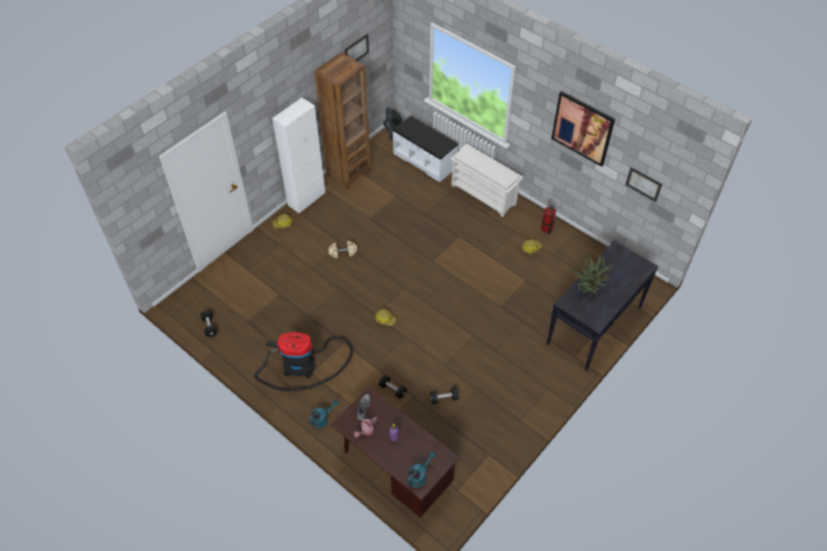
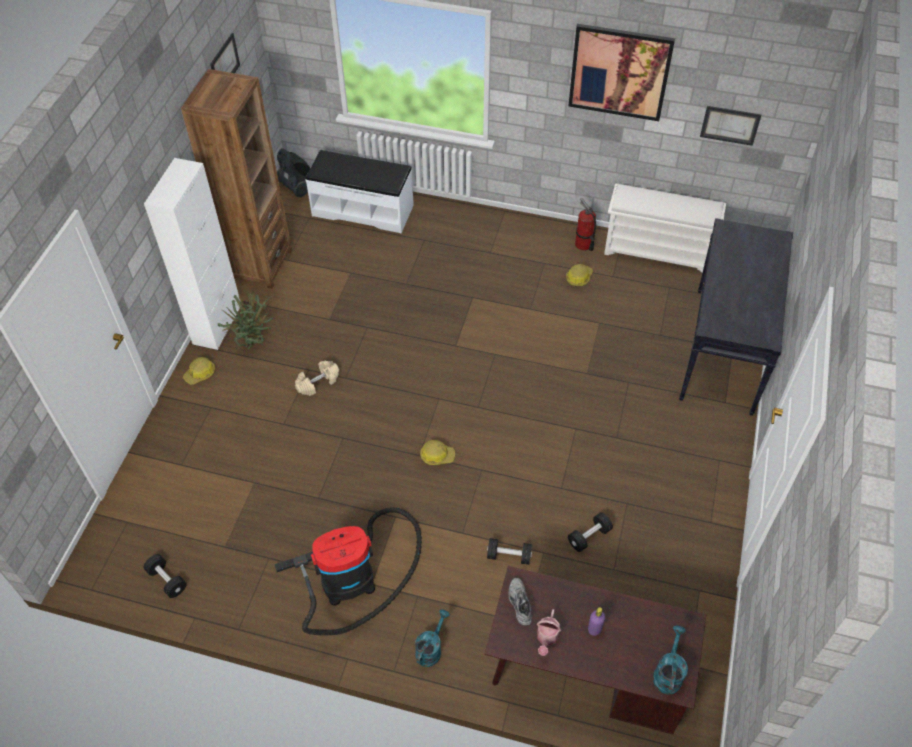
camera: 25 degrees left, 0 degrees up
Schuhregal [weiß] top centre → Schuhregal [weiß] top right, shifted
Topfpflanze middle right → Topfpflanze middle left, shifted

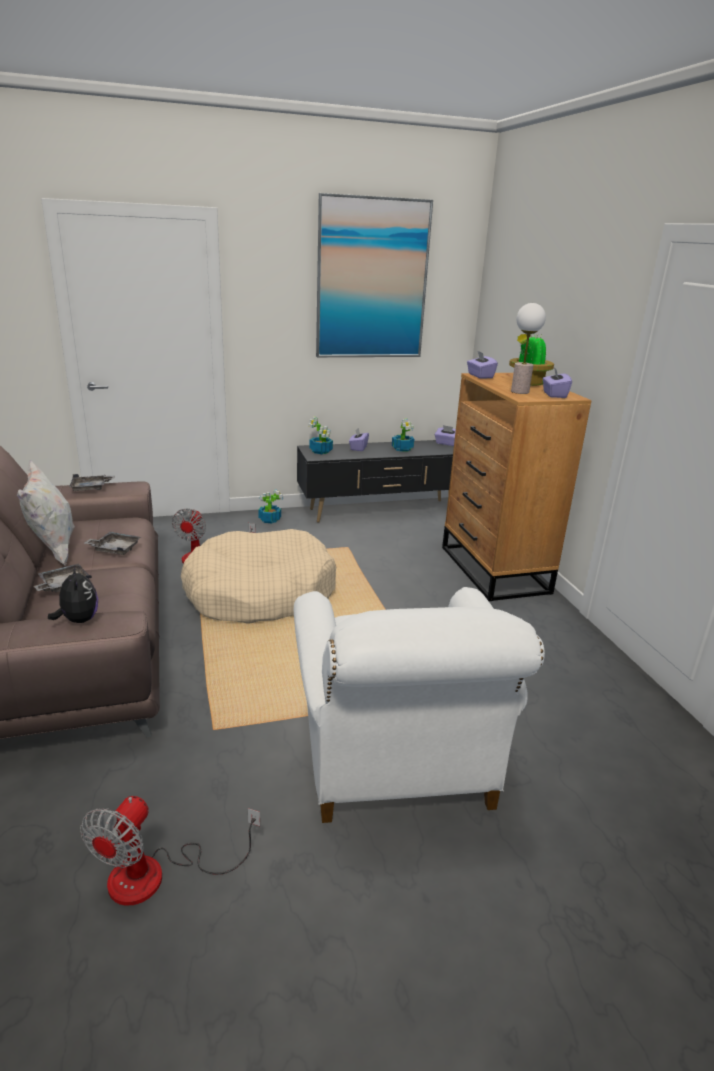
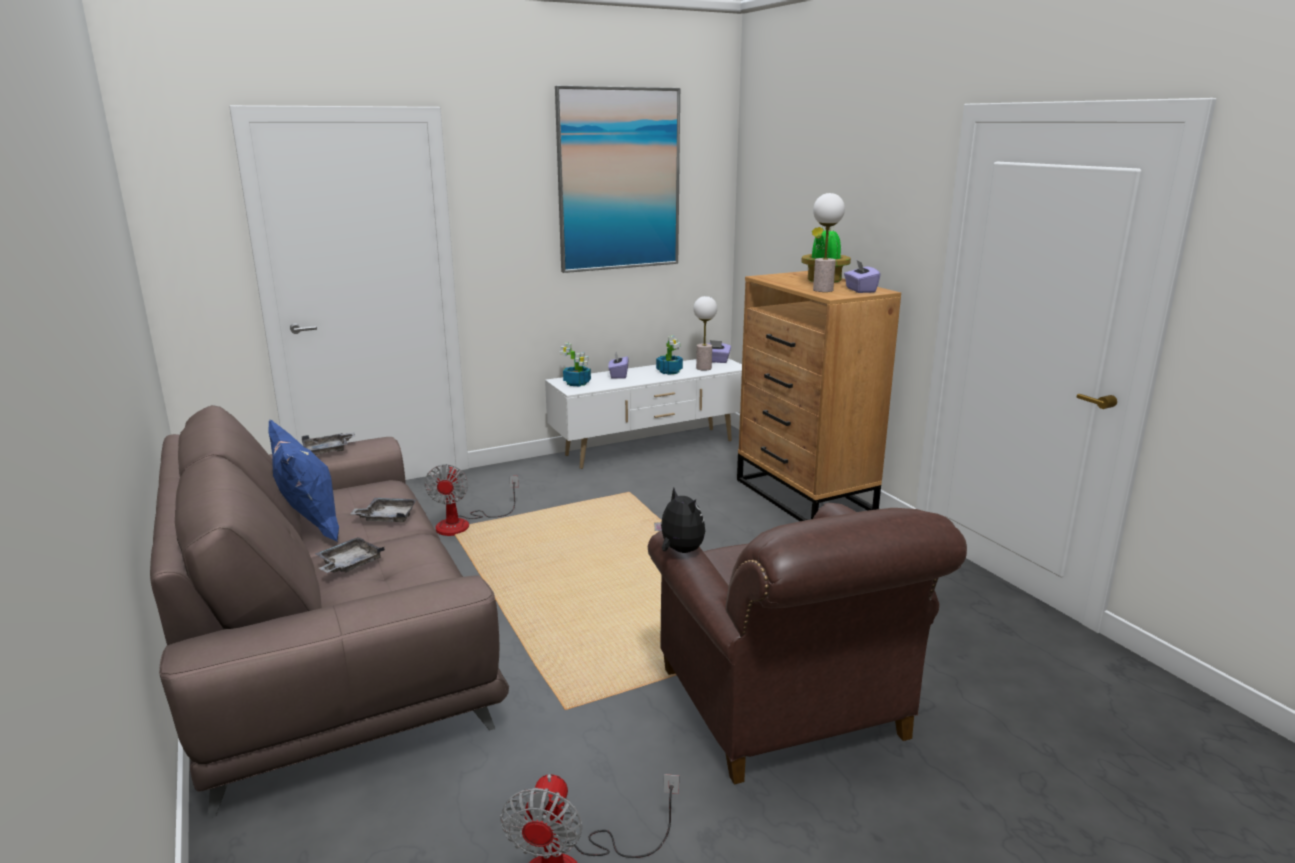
camera: 10 degrees left, 5 degrees down
Hundebett [beige] centre → -
Topfpflanze (no. 1 from left) centre → -
Taschentuchbox [lila] (no. 3 from left) middle right → -
- → Tischlampe (no. 1 from left) centre
Plüschtier middle left → Plüschtier centre, shifted
Kissen [weiß] middle left → Kissen [blau] middle left
Sessel [weiß] centre → Sessel [braun] bottom centre
Fernsehschrank [schwarz] centre → Fernsehschrank [weiß] centre

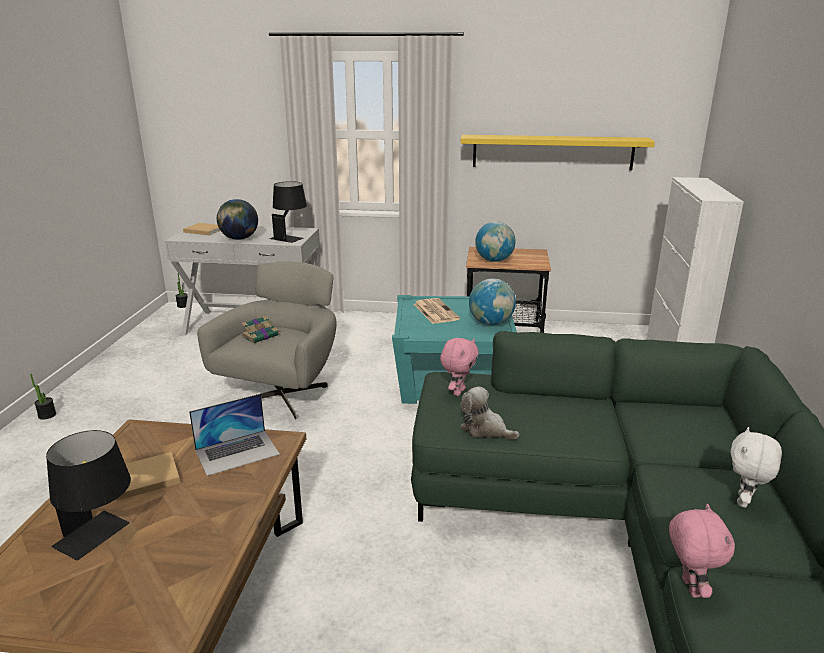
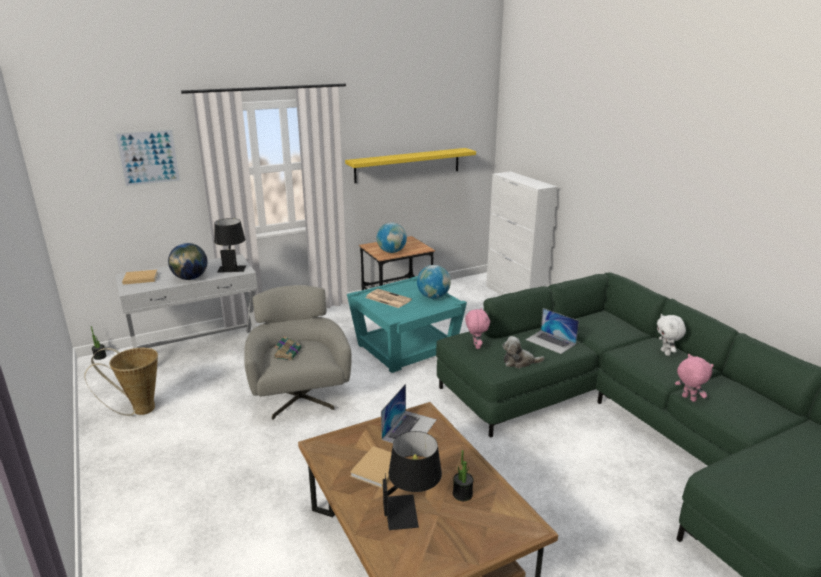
camera: 35 degrees left, 0 degrees up
- → Korb middle left
- → Bild top left
- → Laptop (no. 2 from left) middle right
Topfpflanze (no. 1 from left in the first image) middle left → Topfpflanze (no. 2 from left) bottom centre, shifted

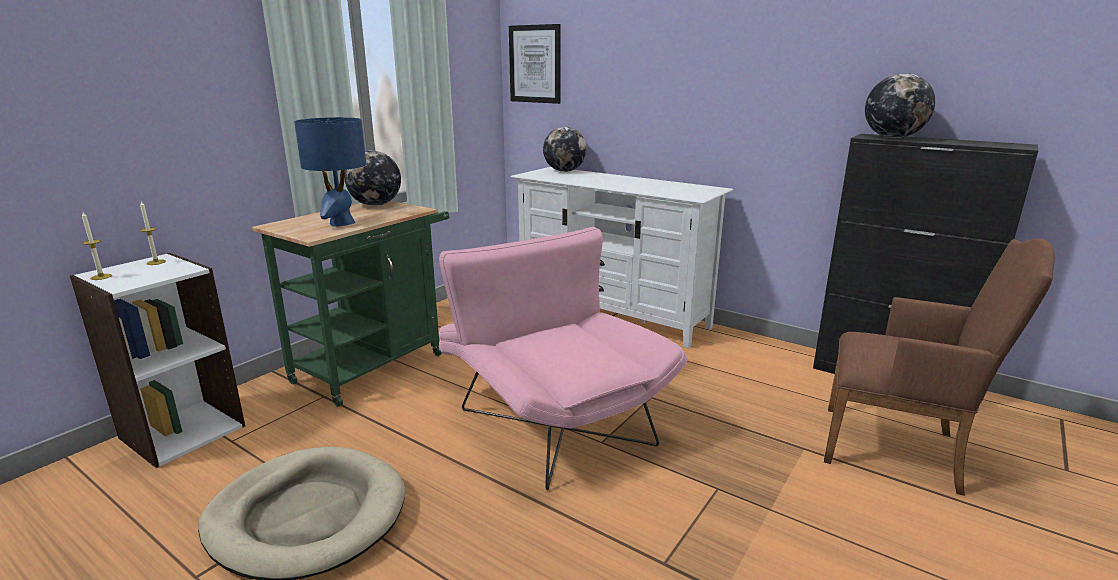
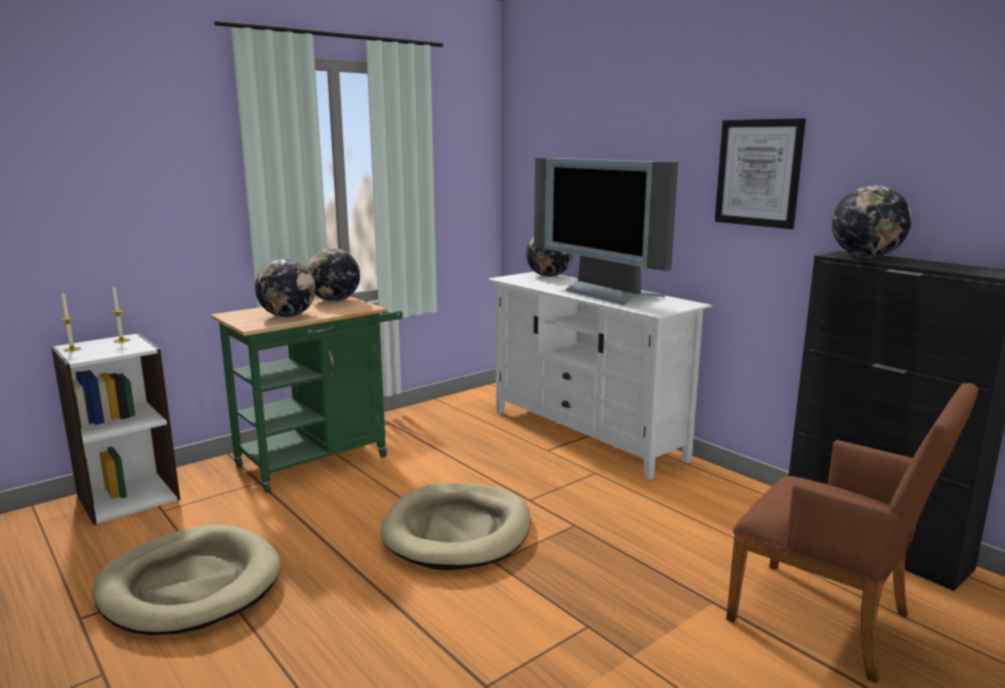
camera: 15 degrees right, 5 degrees down
- → Fernseher centre
Bild top centre → Bild top right, shifted
Tischlampe [blau] top left → Globus (no. 1 from left) middle left
Sessel [rosa] centre → Hundebett [beige] (no. 2 from left) bottom centre

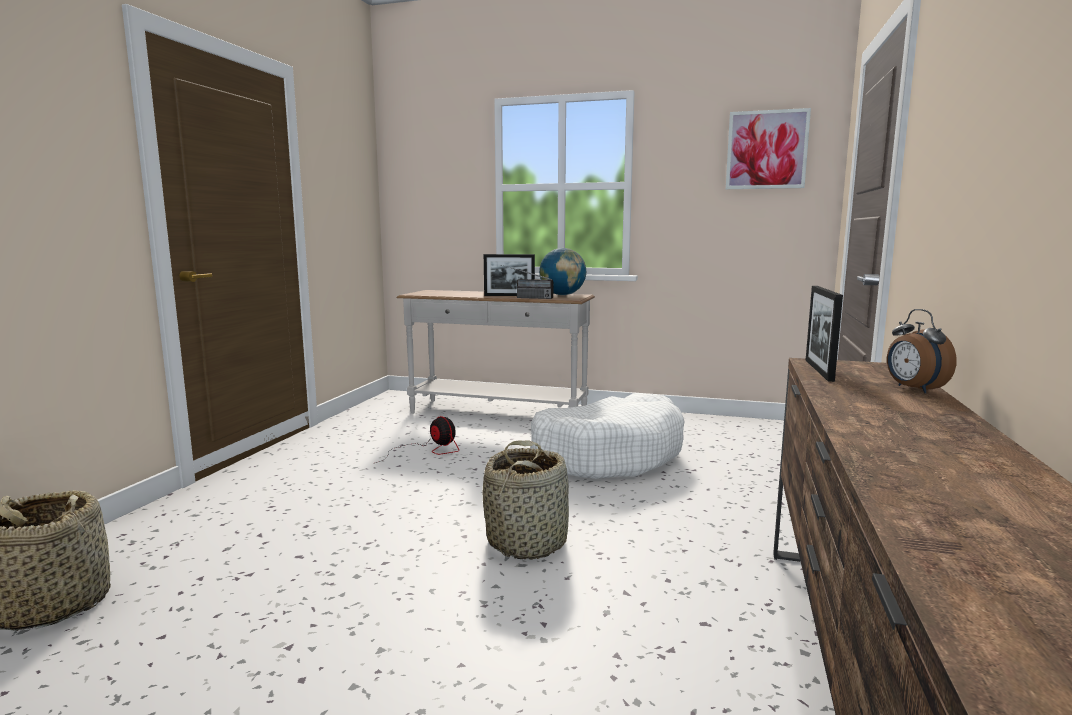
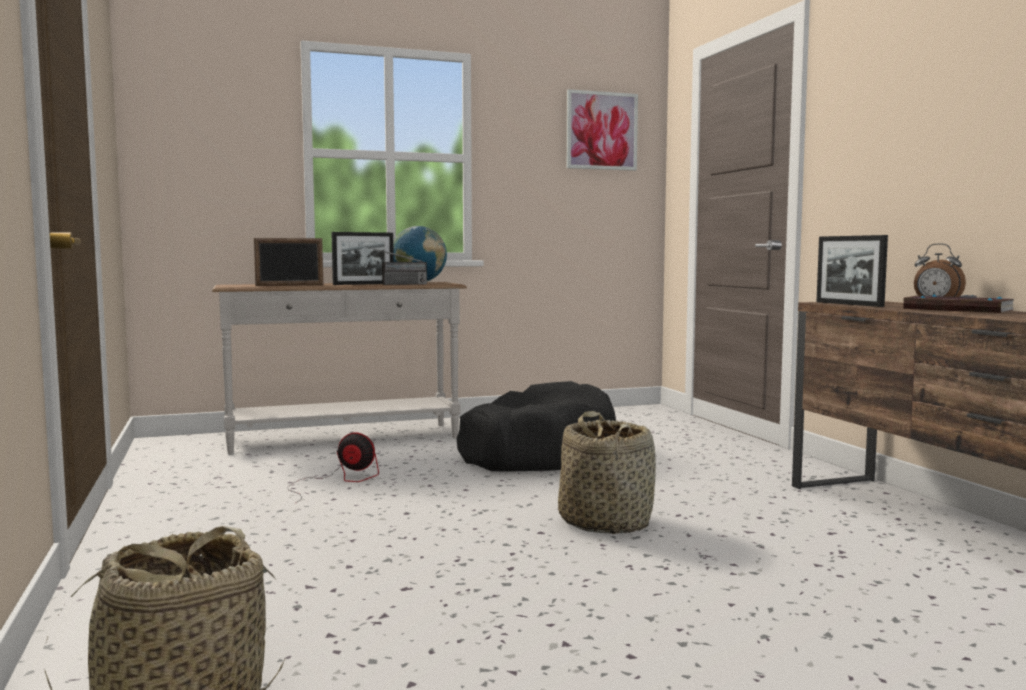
camera: 35 degrees left, 5 degrees down
- → Bilderrahmen (no. 1 from left) middle left
- → Buch middle right
Hundebett [weiß] centre → Hundebett [schwarz] centre

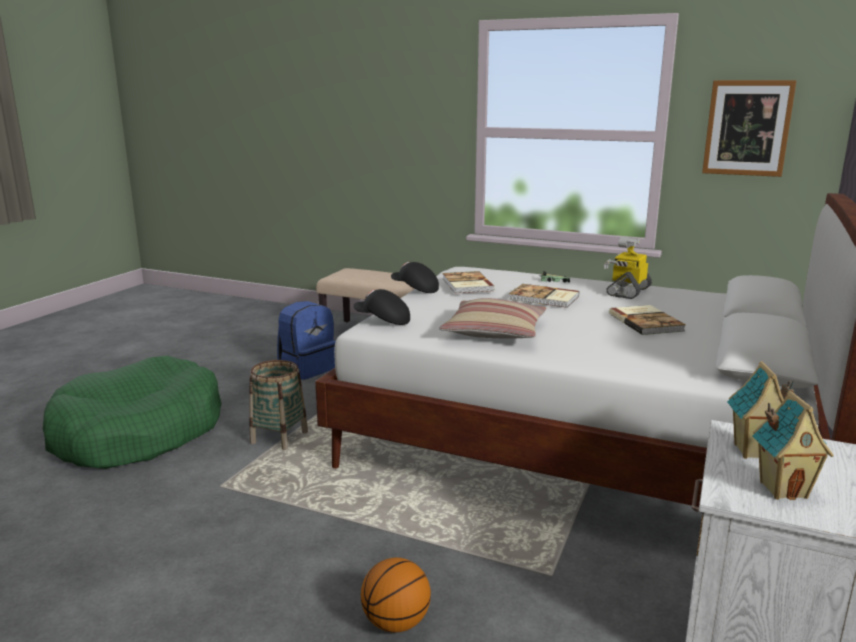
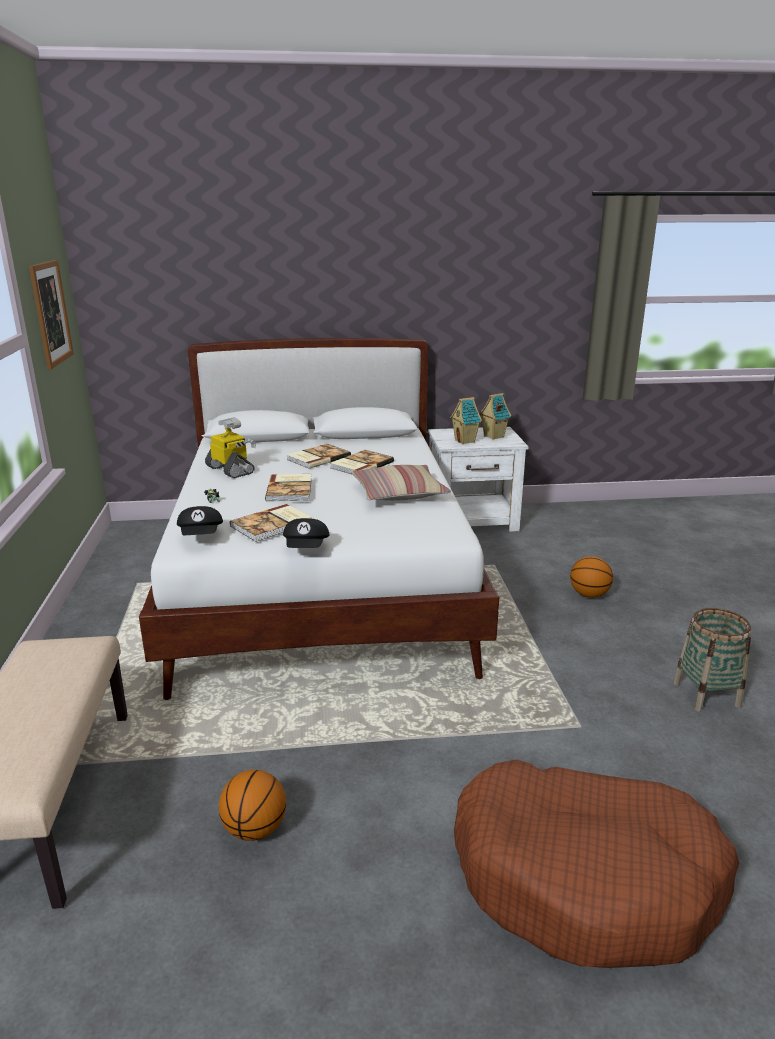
camera: 120 degrees left, 5 degrees up
- → Buch (no. 4 from left) centre
Korb middle left → Korb middle right, shifted
Kappe [schwarz] (no. 1 from left) centre → Kappe [schwarz] (no. 1 from left) middle left, shifted
Rucksack [blau] centre → Basketball (no. 1 from left) bottom left
Hundebett [grün] middle left → Hundebett [braun] bottom right
Spielzeugroboter middle right → Spielzeugroboter middle left, 135 degrees counterclockwise

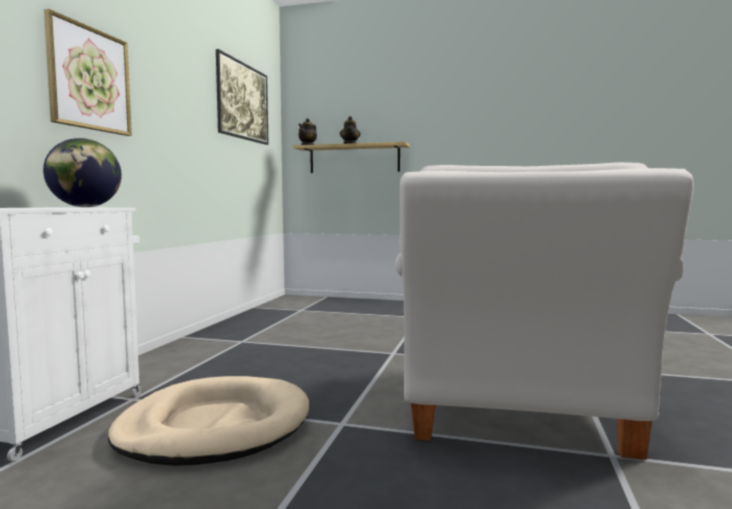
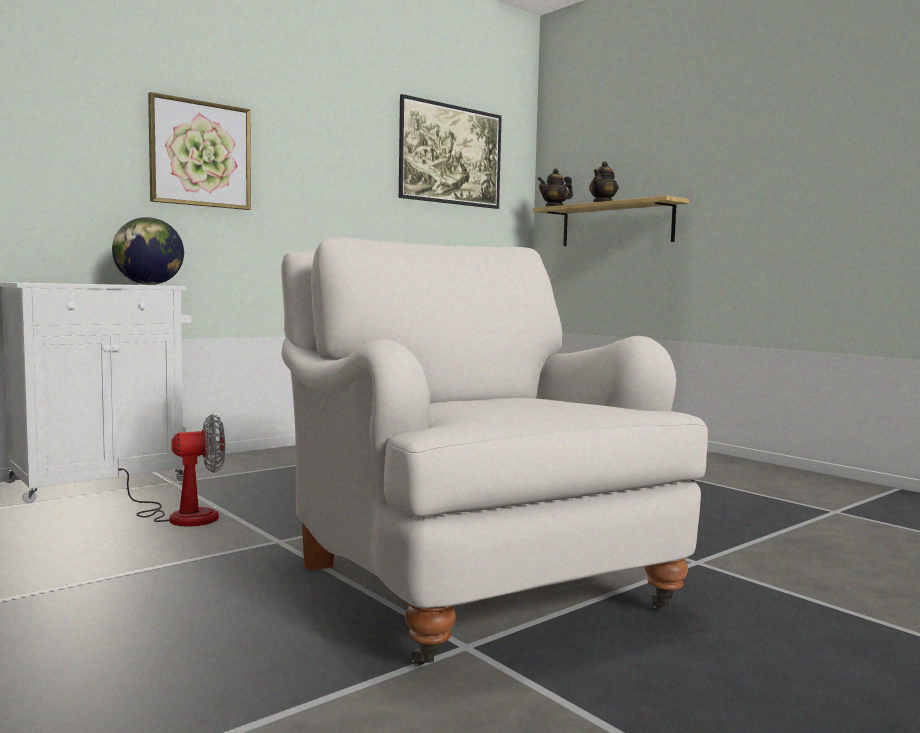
camera: 35 degrees right, 0 degrees up
Hundebett [beige] bottom left → Ventilator middle left
Sessel [weiß] middle right → Sessel [weiß] centre, 105 degrees clockwise

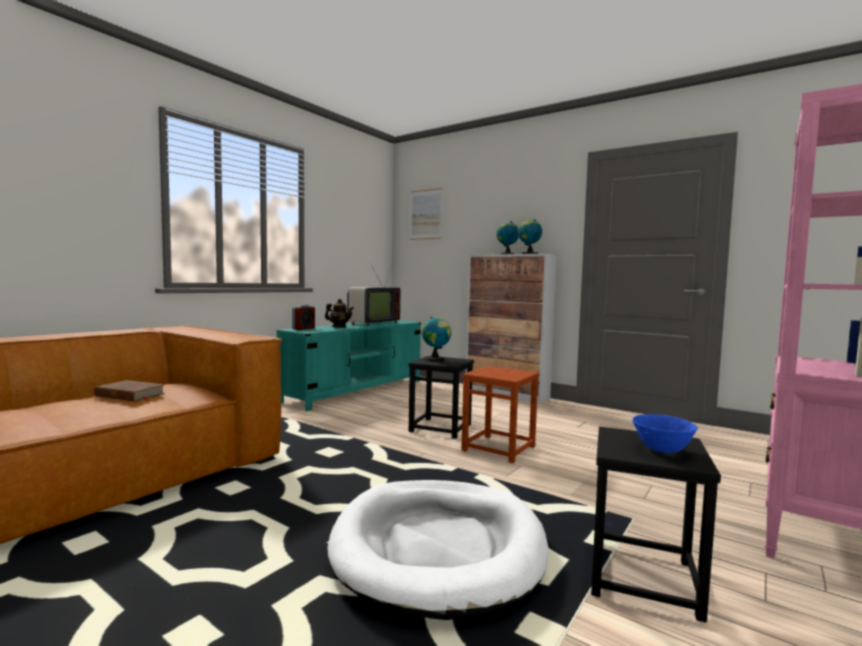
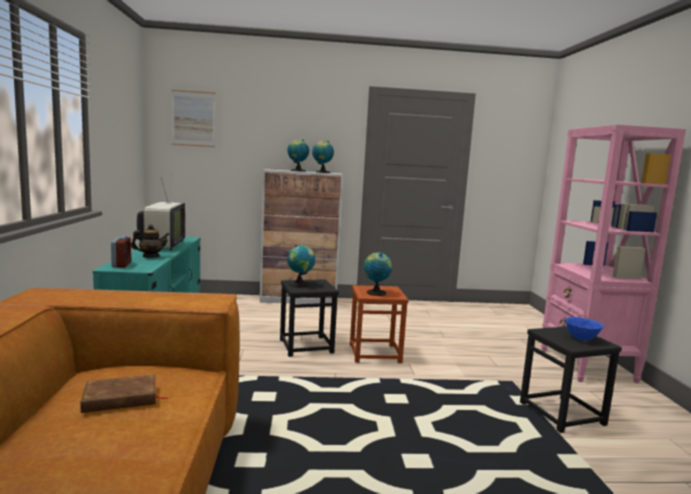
camera: 40 degrees left, 5 degrees up
Hundebett [weiß] bottom centre → -
- → Globus (no. 4 from left) centre

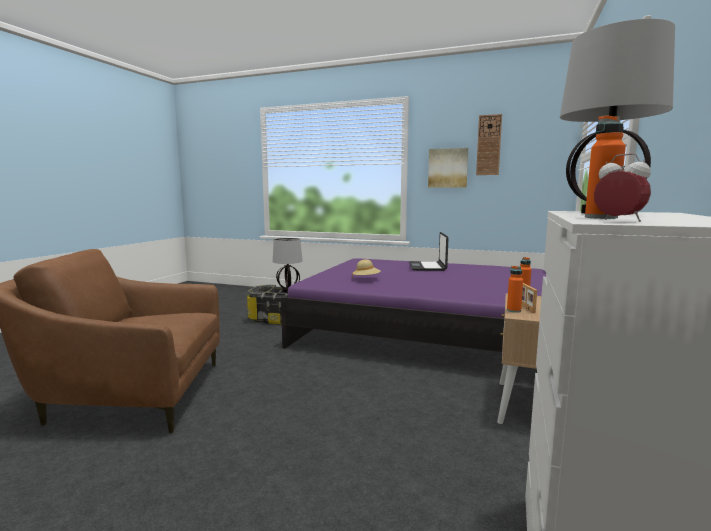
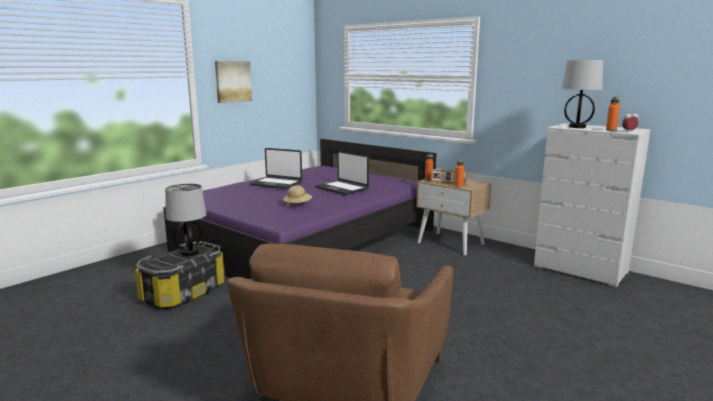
camera: 70 degrees left, 5 degrees up
Wanduhr top right → -
- → Laptop (no. 2 from left) centre

